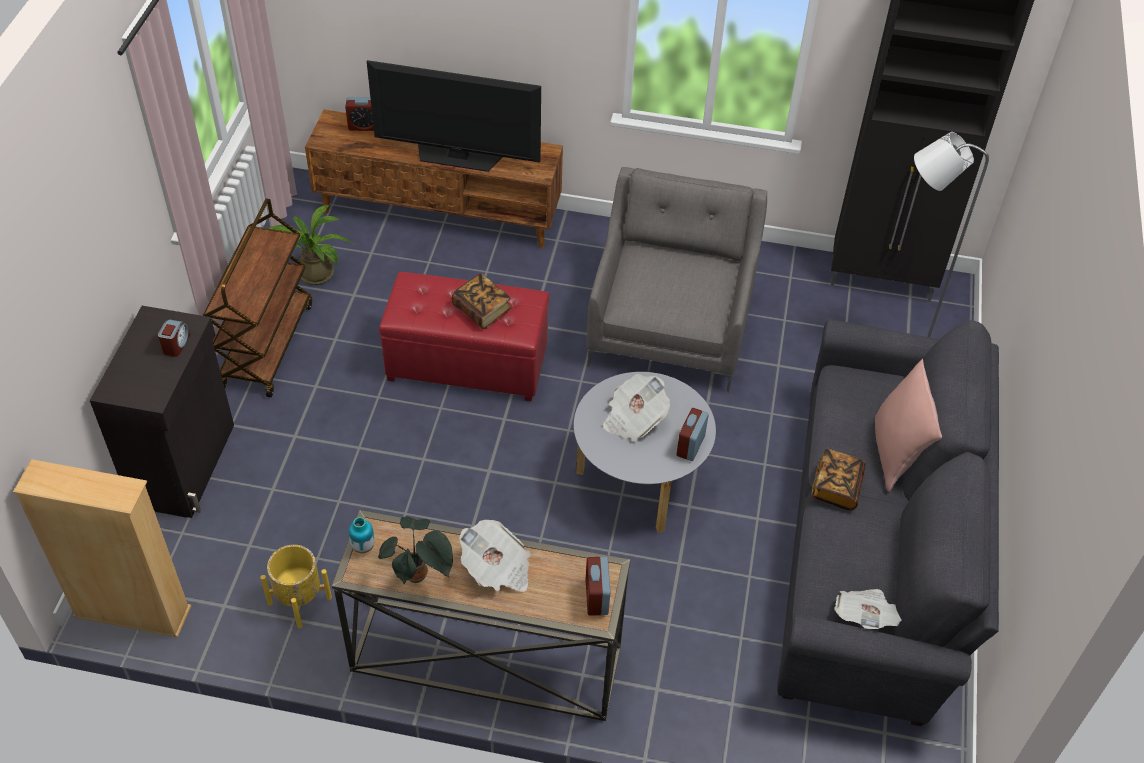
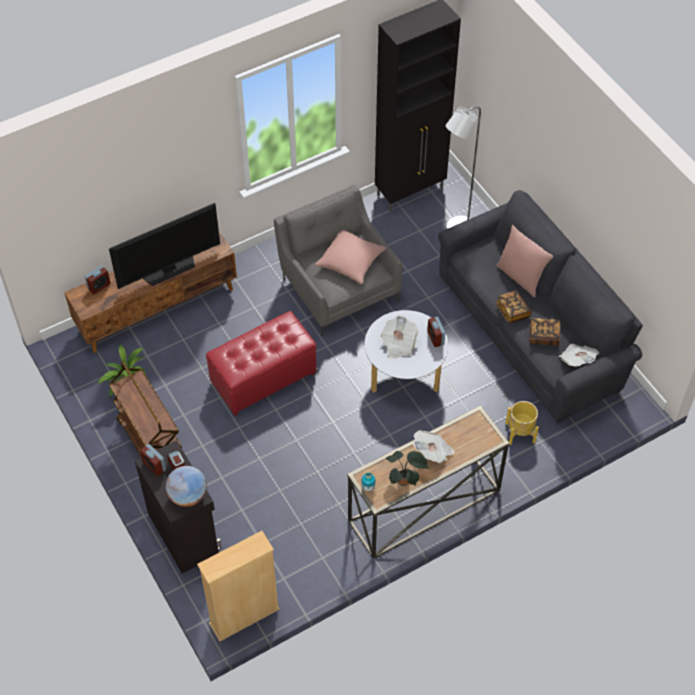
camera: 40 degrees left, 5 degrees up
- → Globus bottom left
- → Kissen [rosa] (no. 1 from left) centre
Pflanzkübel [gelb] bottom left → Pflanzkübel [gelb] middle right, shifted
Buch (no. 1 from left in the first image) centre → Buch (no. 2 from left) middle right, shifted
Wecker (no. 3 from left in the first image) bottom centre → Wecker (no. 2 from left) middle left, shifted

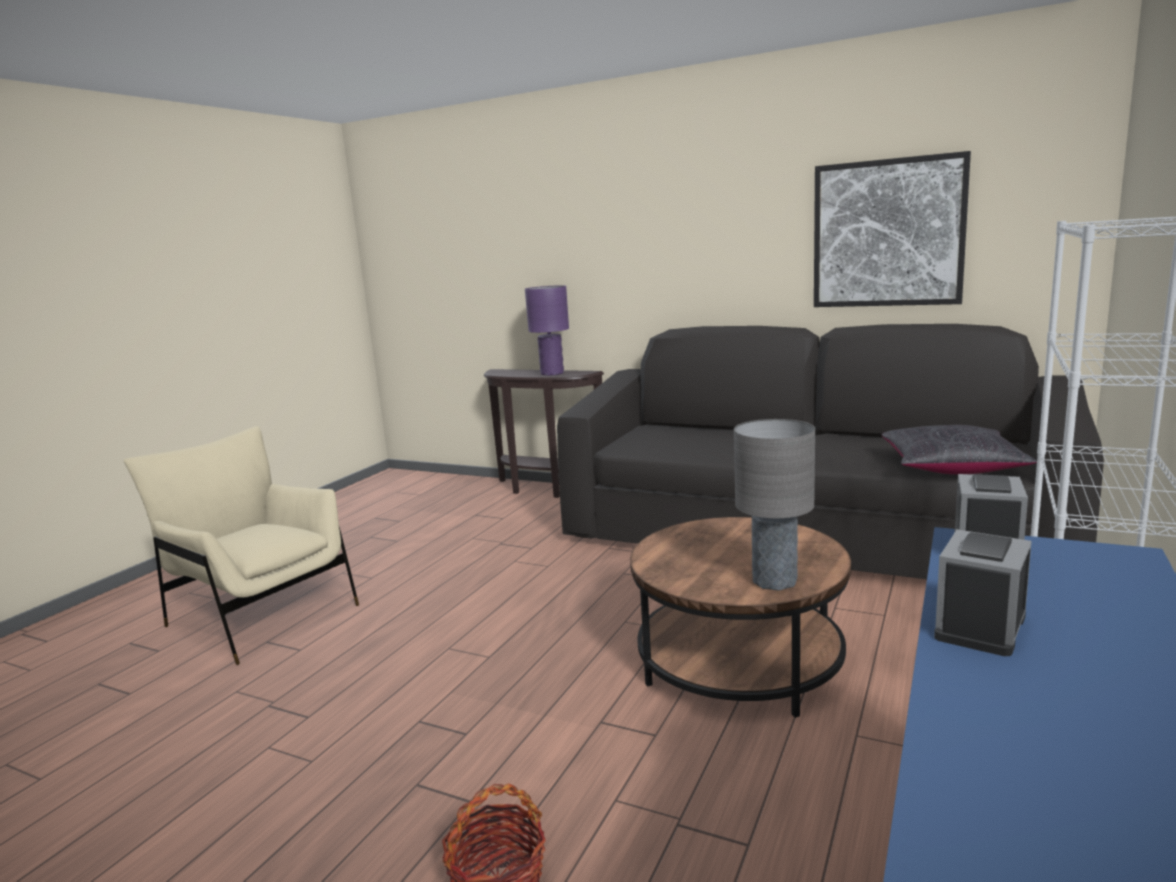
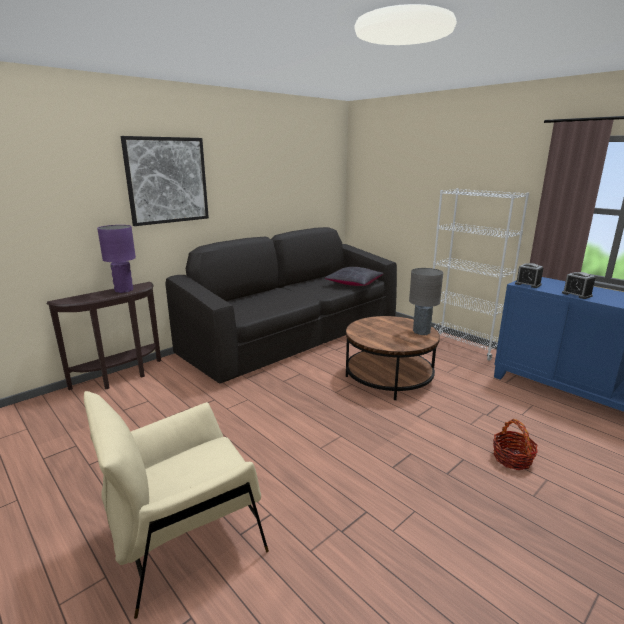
camera: 70 degrees left, 5 degrees up
Bild top right → Bild top left, shifted

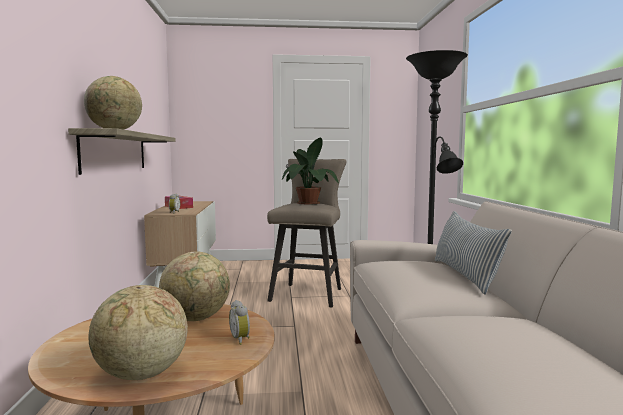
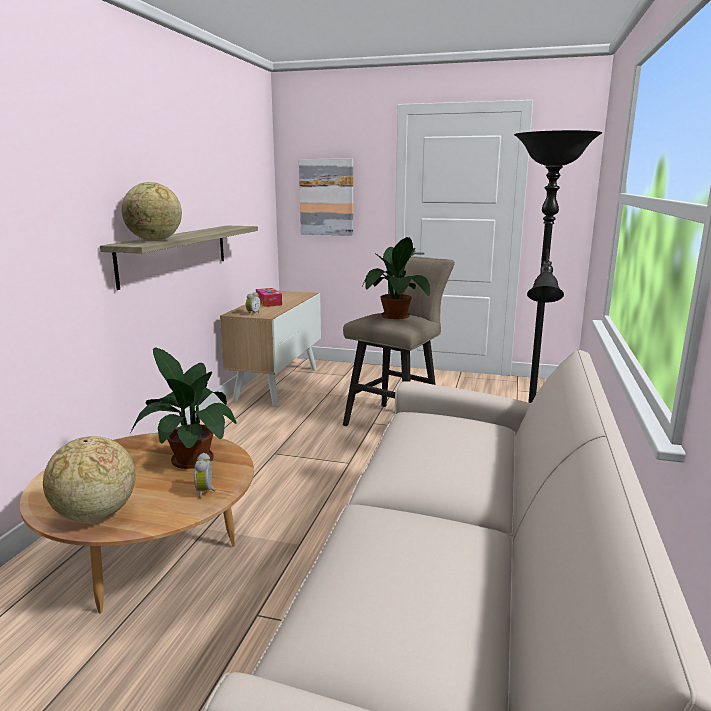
camera: 20 degrees right, 10 degrees up
Kissen middle right → -
- → Bild top centre
Globus (no. 3 from left) bottom left → Topfpflanze (no. 1 from left) middle left

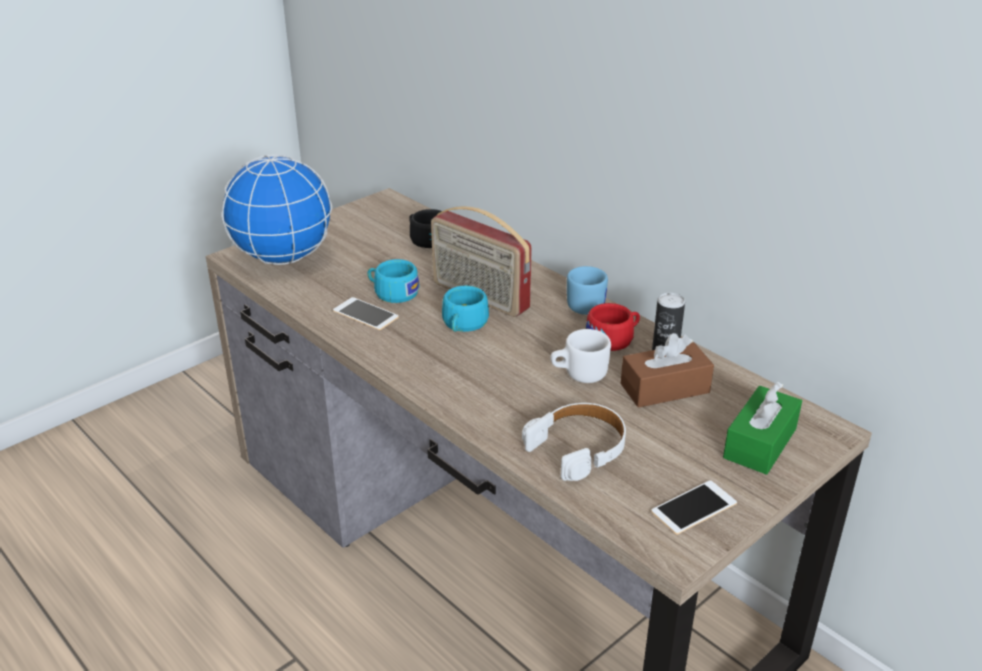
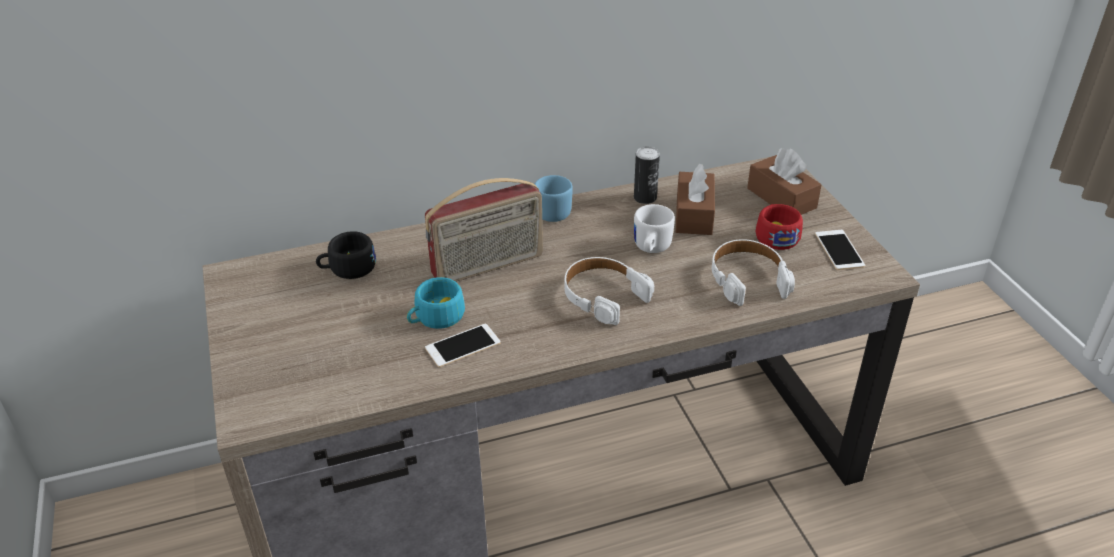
camera: 65 degrees left, 5 degrees up
Globus top left → -
Tasse [türkis] (no. 2 from left) centre → -
- → Kopfhörer [weiß] (no. 1 from left) centre
Tasse [rot] centre → Tasse [rot] middle right, shifted
Taschentuchbox [grün] middle right → Taschentuchbox [braun] (no. 2 from left) top right

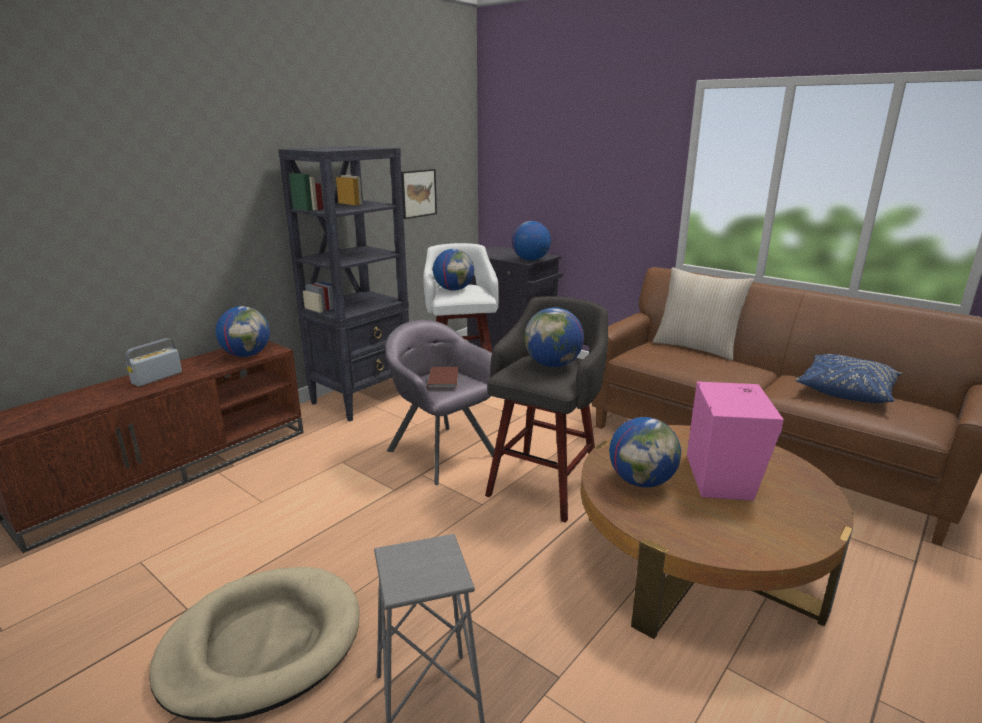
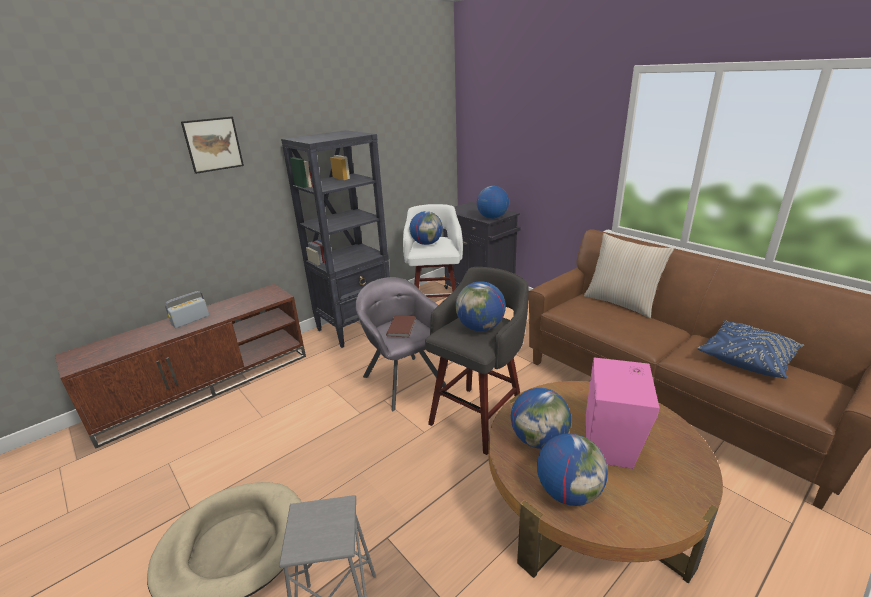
camera: 10 degrees right, 5 degrees up
Globus (no. 1 from left in the first image) middle left → Globus (no. 5 from left) bottom centre, shifted
Bild top centre → Bild top left, shifted

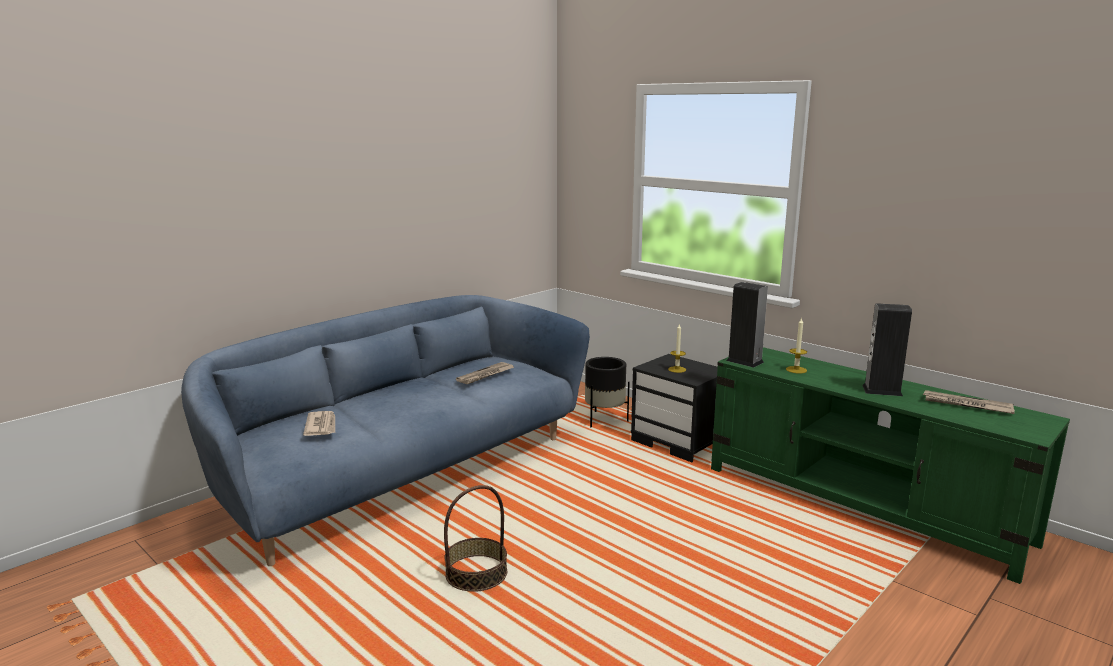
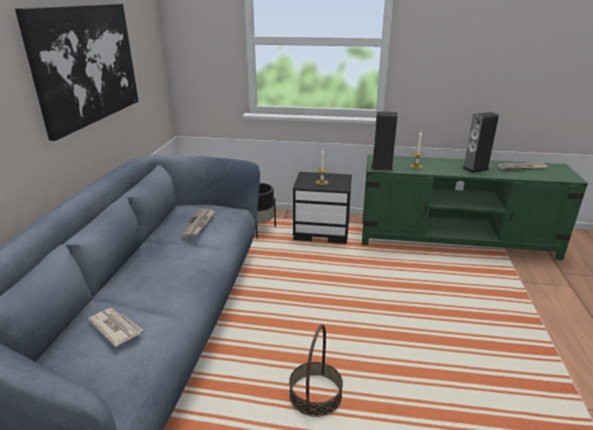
camera: 35 degrees left, 10 degrees up
- → Bild top left

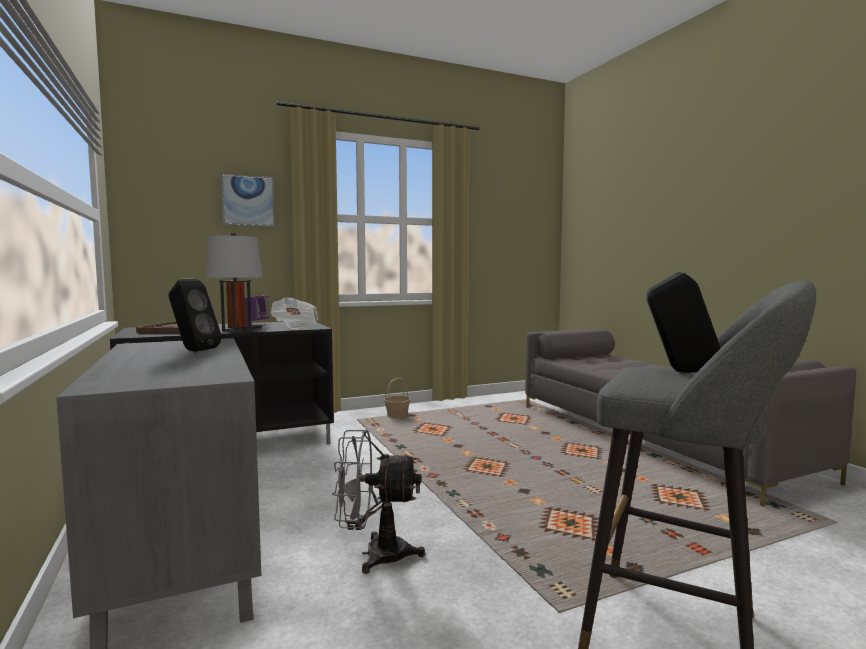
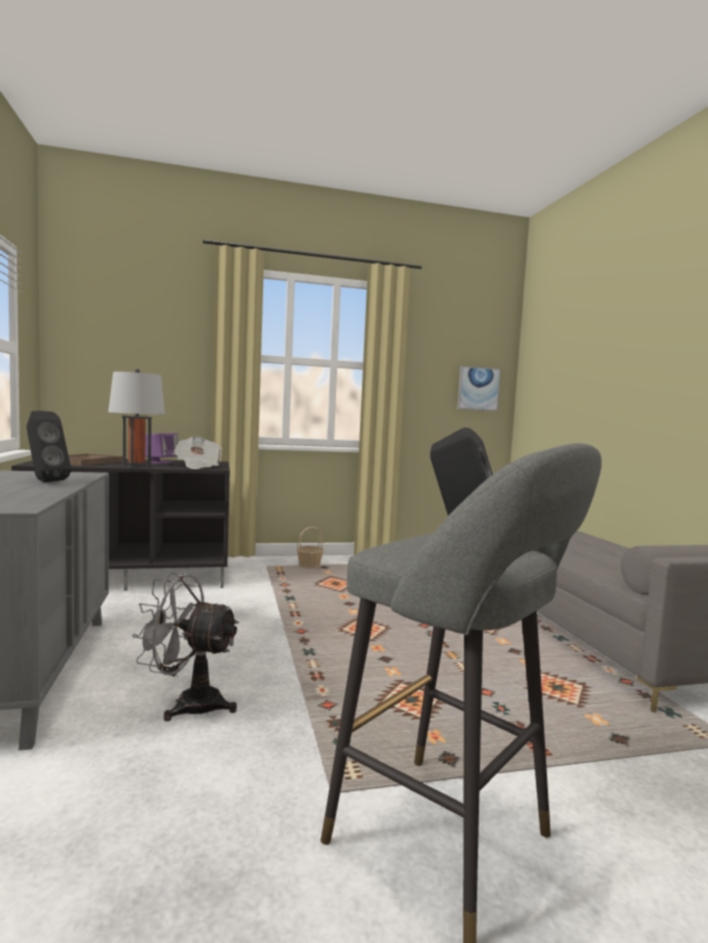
camera: 10 degrees right, 0 degrees up
Bild top left → Bild middle right, shifted

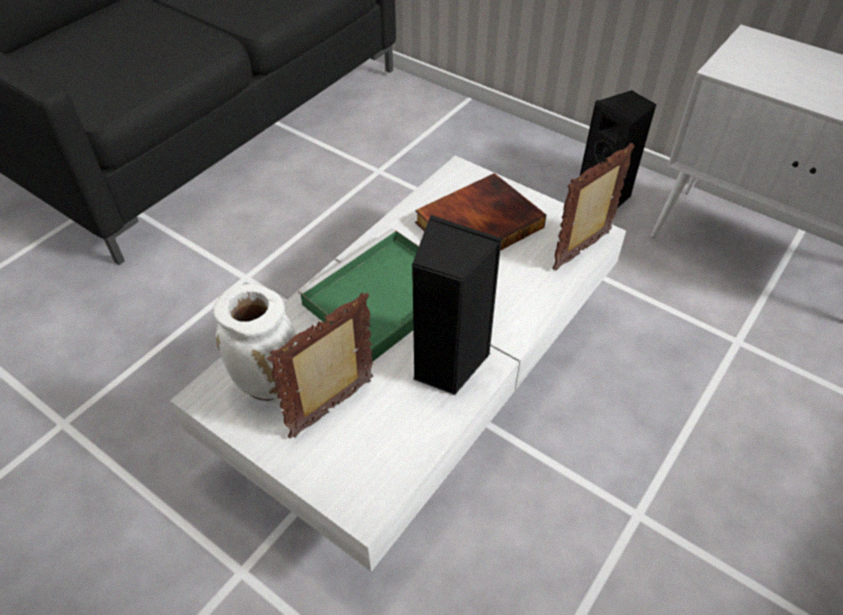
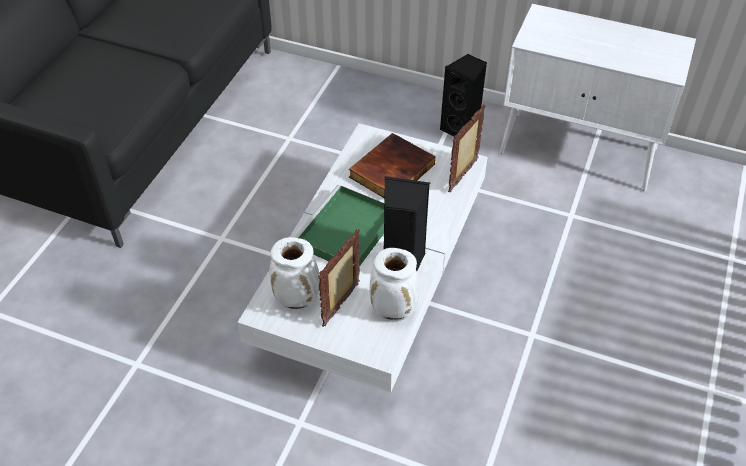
camera: 15 degrees left, 0 degrees up
- → Vase [weiß] (no. 2 from left) centre

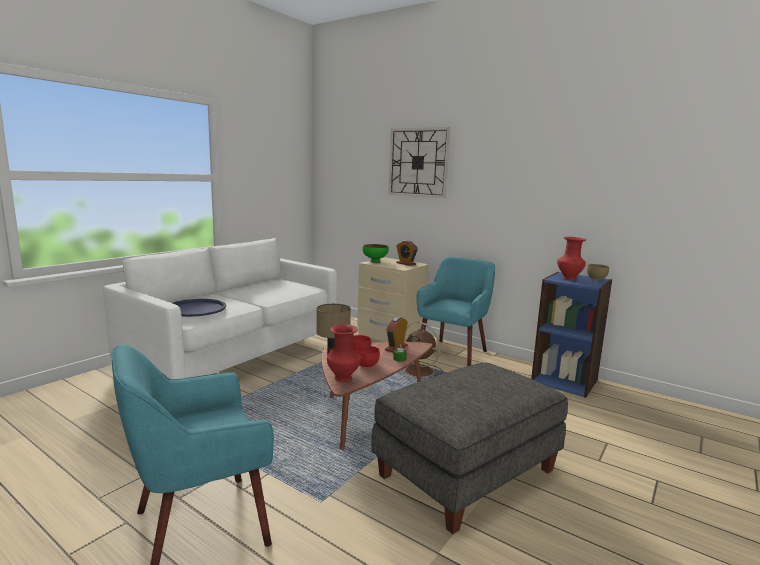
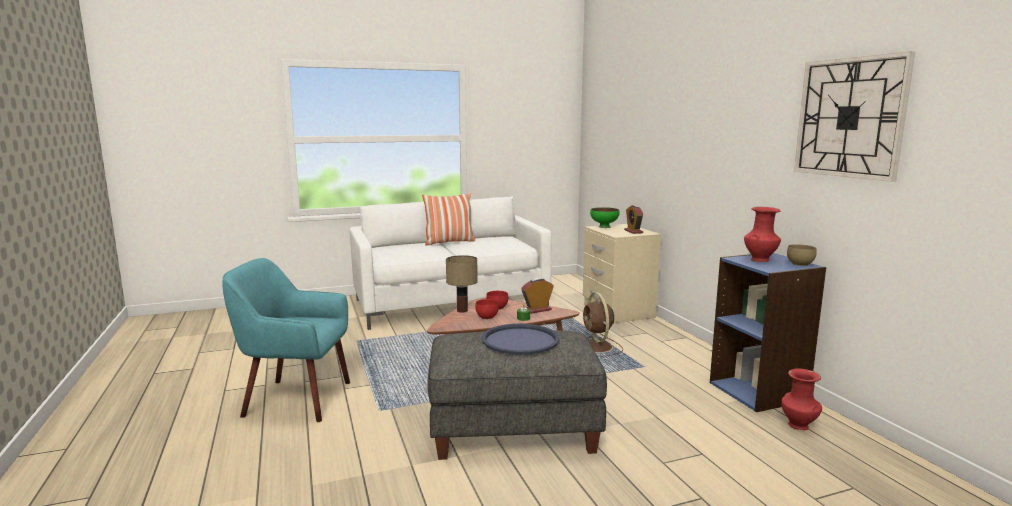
camera: 35 degrees right, 0 degrees up
Sessel [türkis] (no. 2 from left) centre → -
- → Kissen centre
Tablett [blau] middle left → Tablett [blau] bottom centre, shifted
Vase [rot] (no. 1 from left in the first image) centre → Vase [rot] (no. 2 from left) bottom right, shifted
Wanduhr top centre → Wanduhr top right, shifted

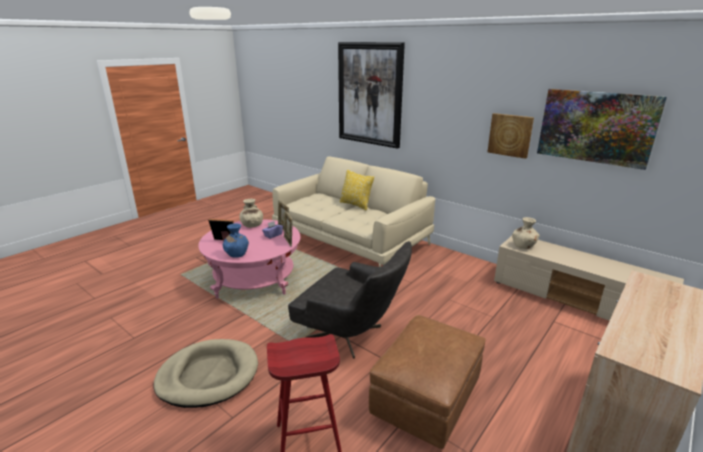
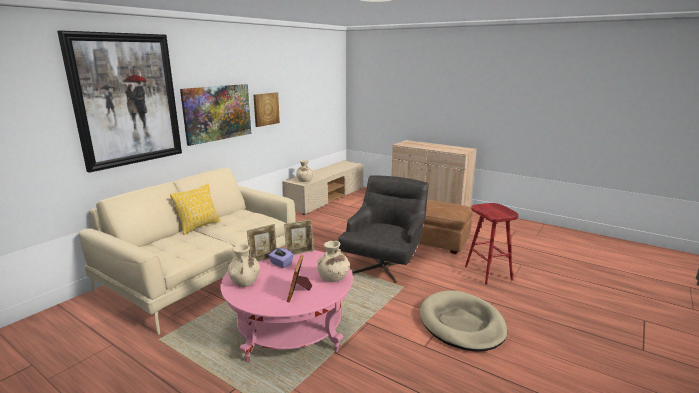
camera: 95 degrees left, 5 degrees down
Bild (no. 3 from left in the first image) top right → Bild (no. 2 from left) top left, shifted
Vase [blau] centre → Vase [beige] (no. 3 from left) centre

